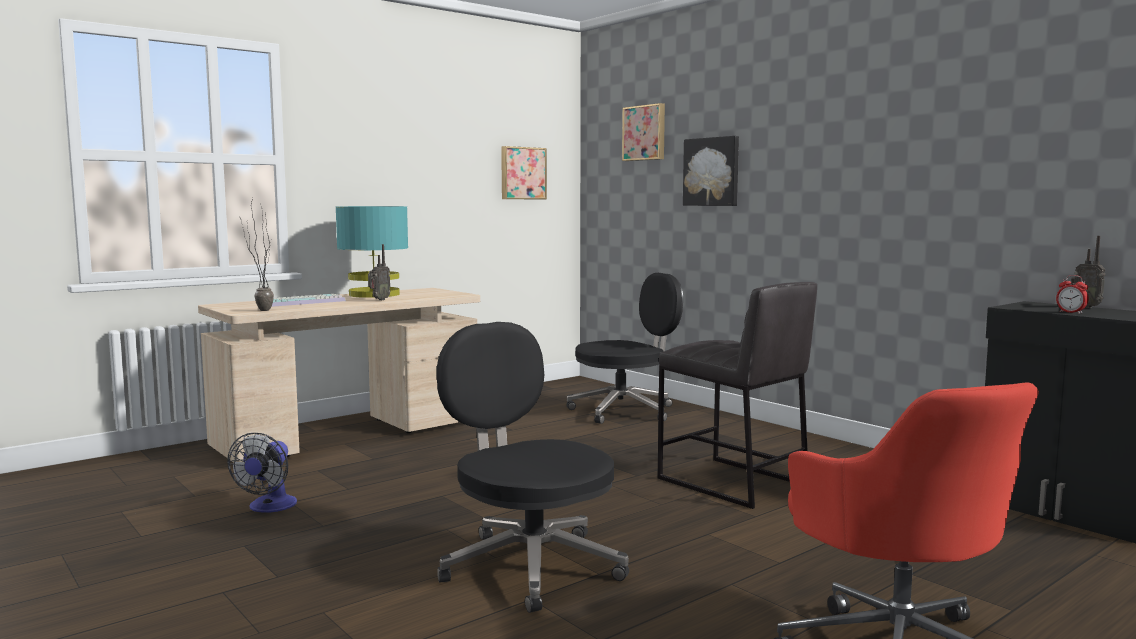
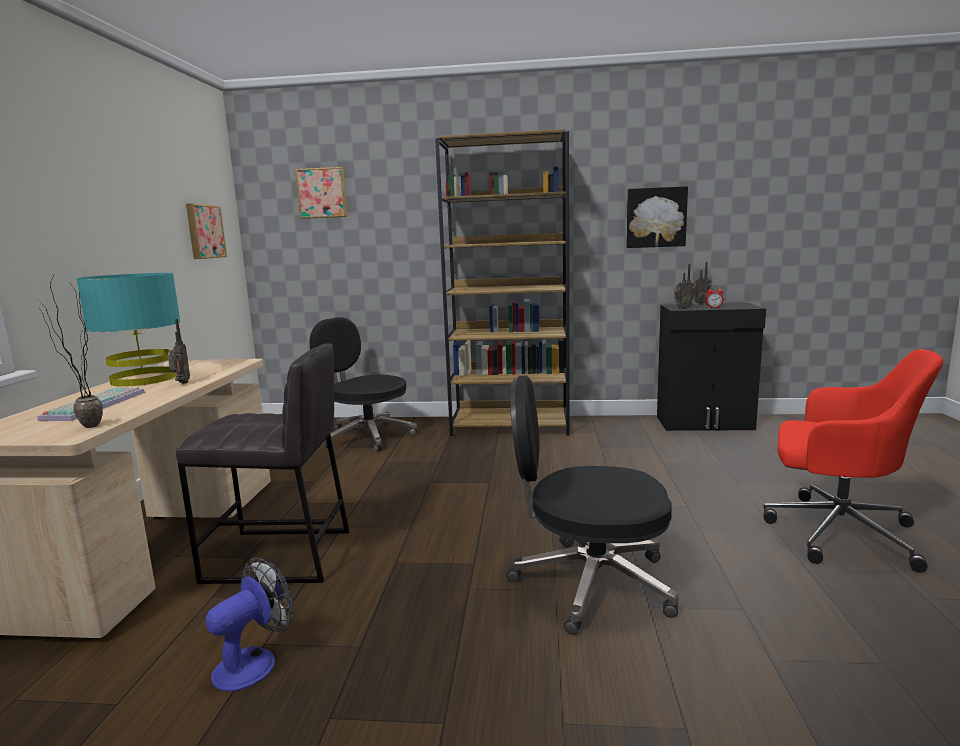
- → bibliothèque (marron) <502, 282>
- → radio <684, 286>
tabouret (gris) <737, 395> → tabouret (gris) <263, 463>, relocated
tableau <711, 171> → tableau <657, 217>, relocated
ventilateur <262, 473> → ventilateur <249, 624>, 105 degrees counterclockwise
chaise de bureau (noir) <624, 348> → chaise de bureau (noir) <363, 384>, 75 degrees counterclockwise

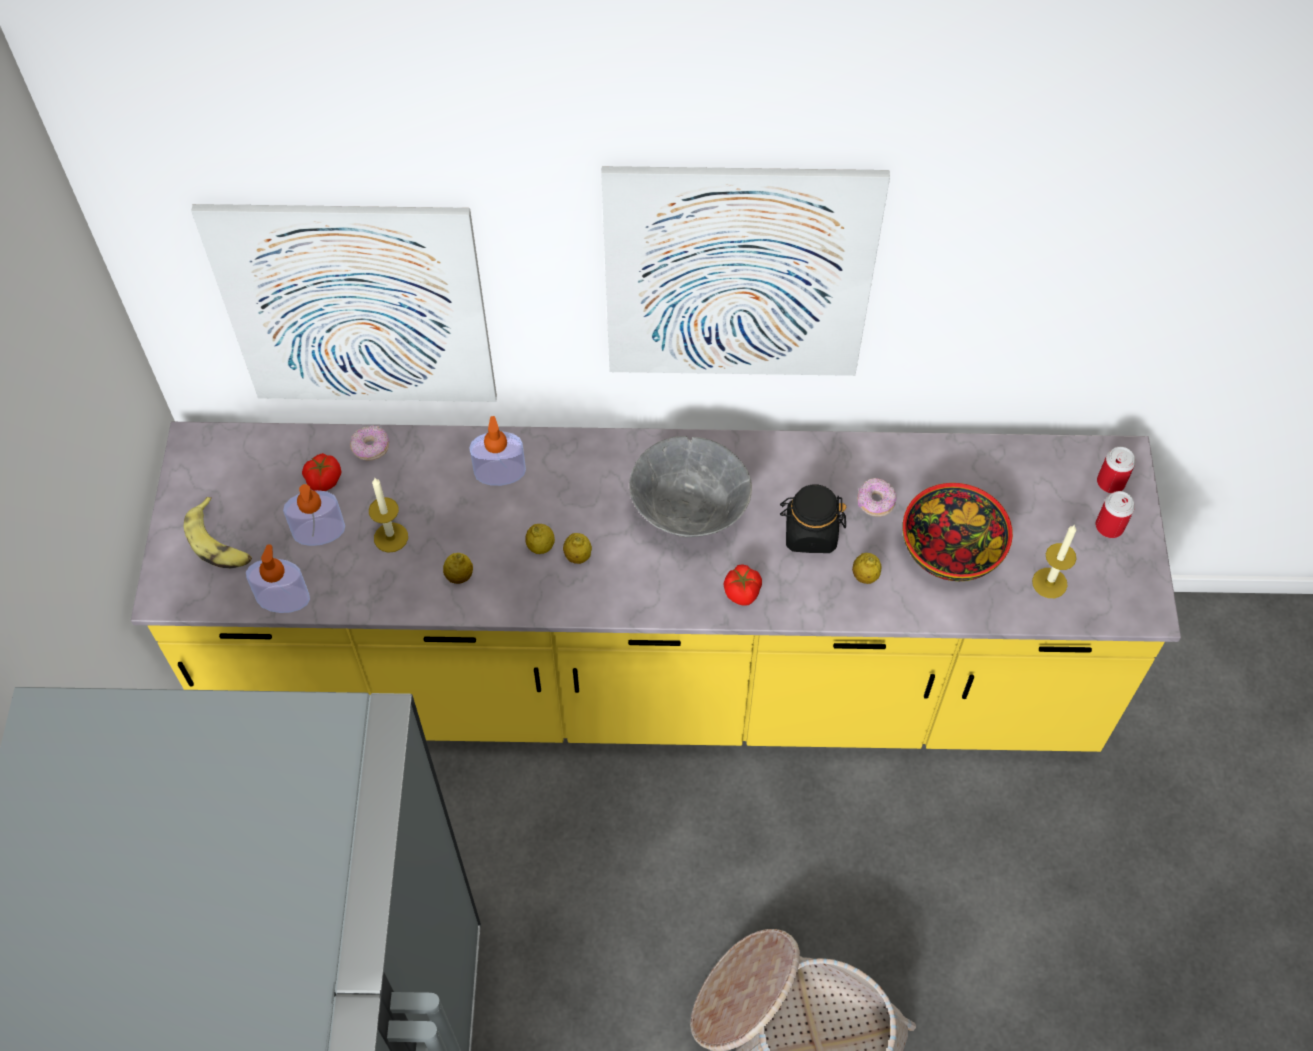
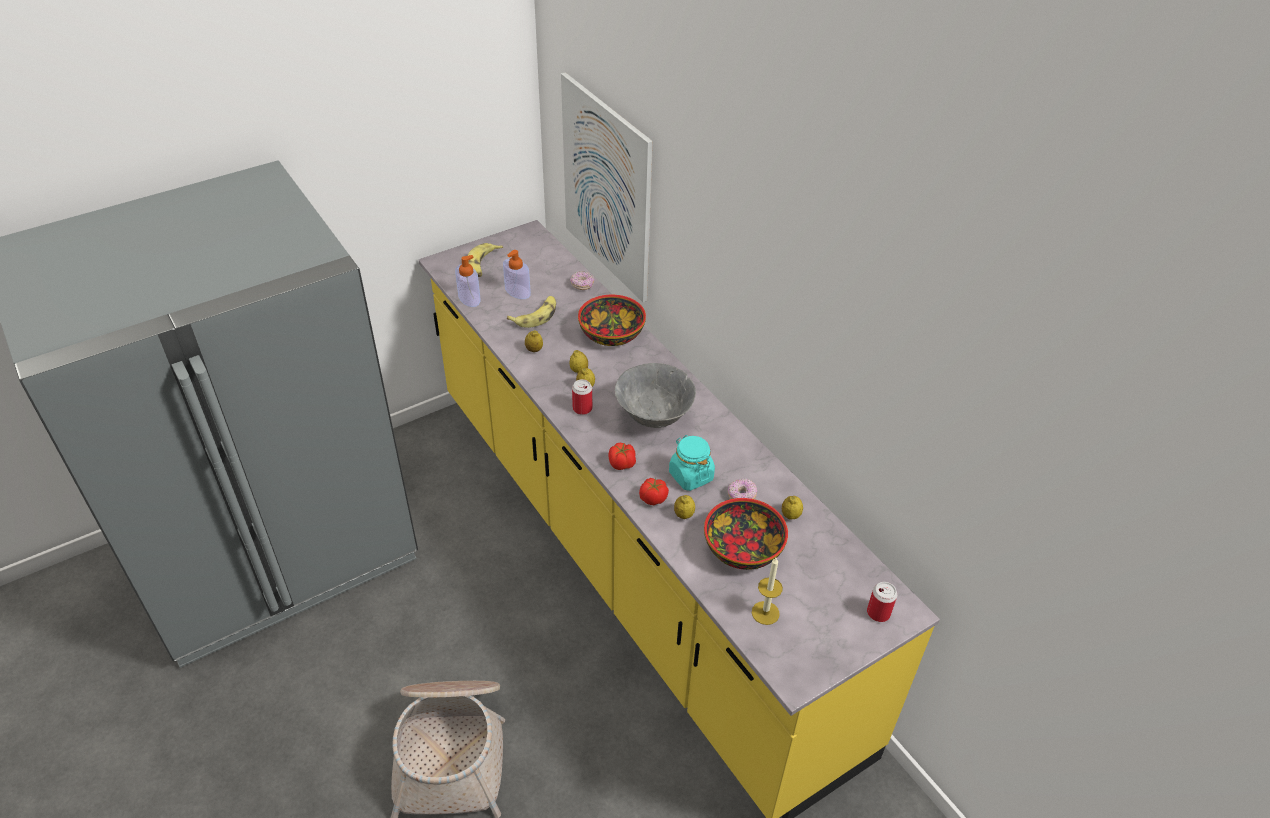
tableau <745, 271> → -
- → citron <792, 508>
tomate <322, 472> → tomate <654, 491>, relocated
boîte métallique <1115, 514> → boîte métallique <582, 397>, relocated
bougie <388, 515> → banane <531, 312>
distributeur de savon <497, 451> → bol <612, 320>
bocal (noir) <813, 518> → bocal (turquoise) <692, 463>

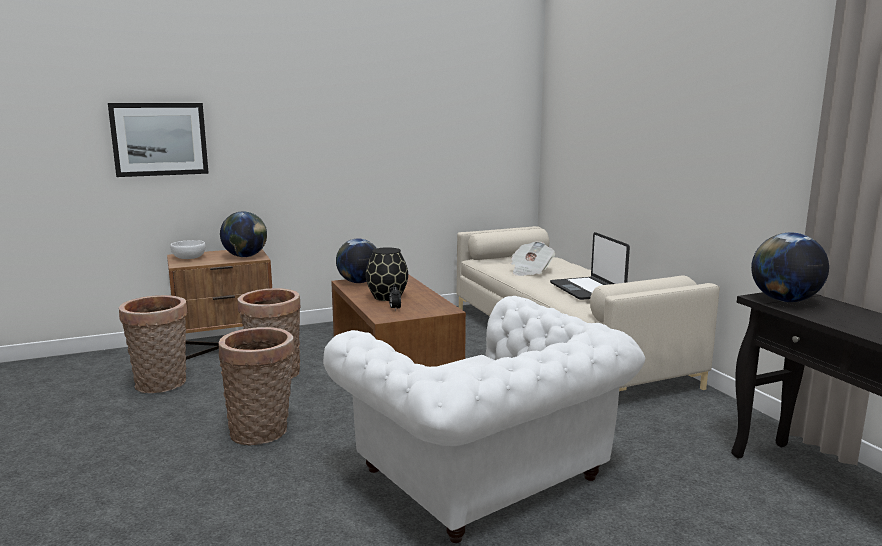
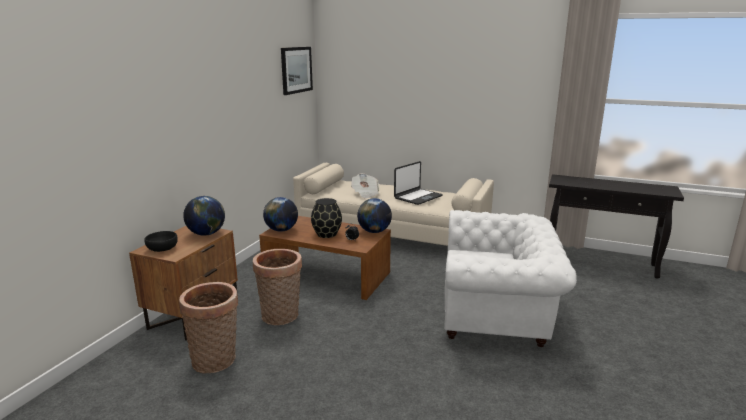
panier <257, 386> → -
tableau <158, 140> → tableau <297, 71>, relocated
globe <790, 267> → globe <374, 215>, relocated
bol (blanc) <188, 249> → bol (noir) <161, 241>
ordinateur portable <590, 266> → ordinateur portable <418, 183>, 75 degrees counterclockwise

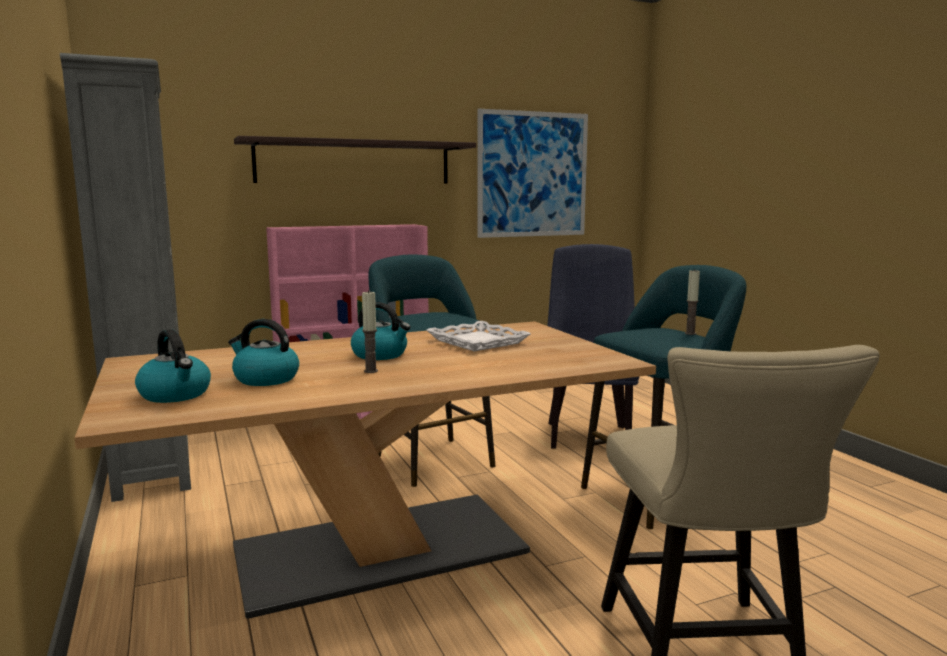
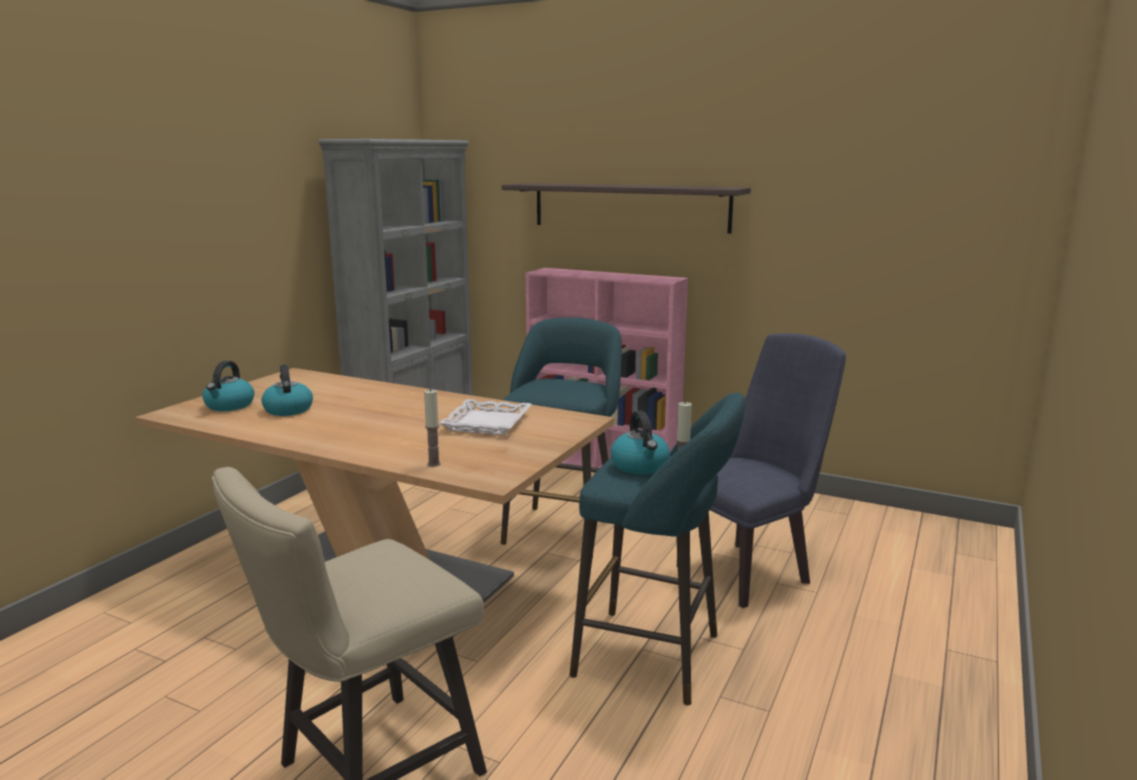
tableau <532, 173> → -
bouilloire <381, 331> → bouilloire <640, 442>, relocated
bougie <370, 331> → bougie <432, 428>, relocated

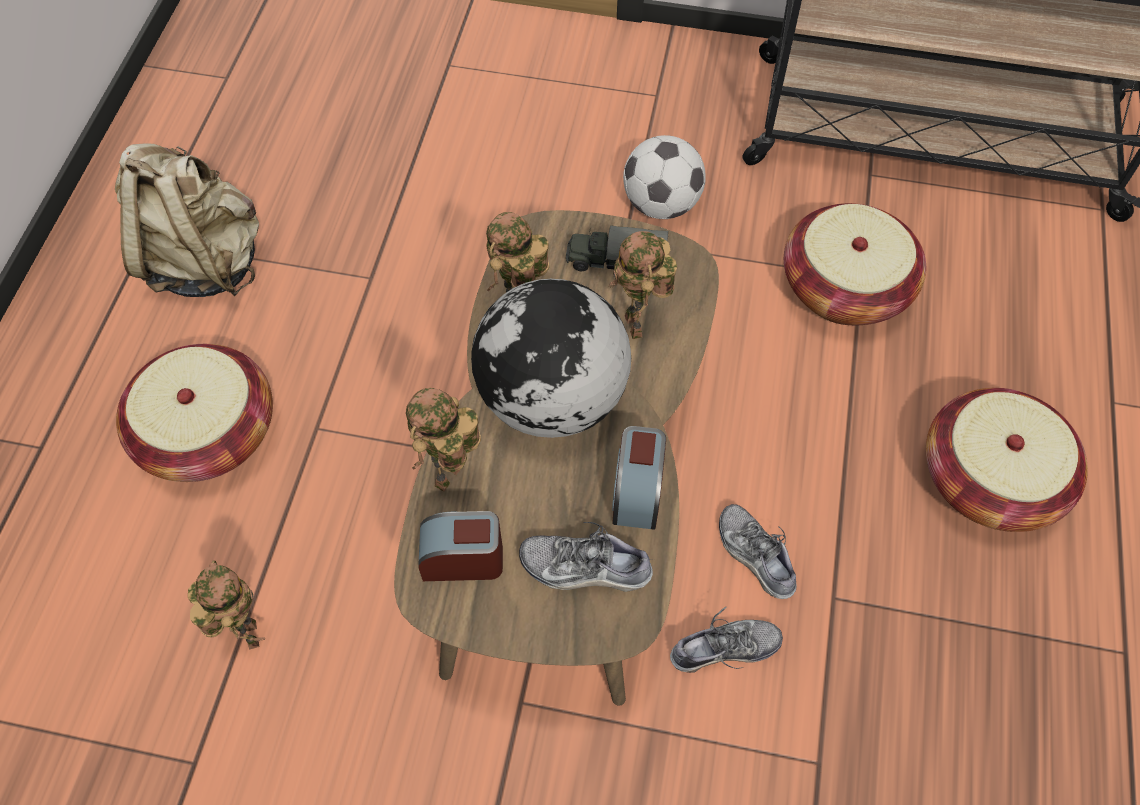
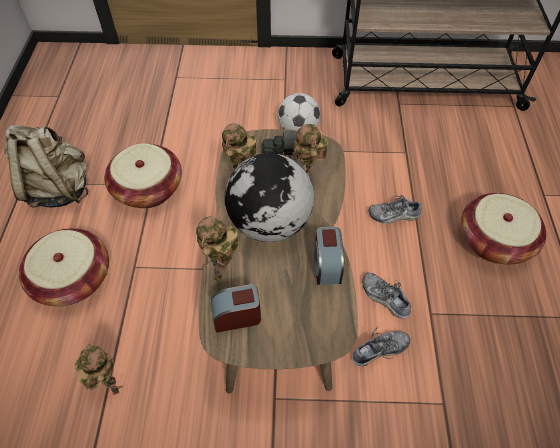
chaussure <586, 557> → chaussure <395, 209>, relocated
panier <855, 264> → panier <143, 175>, relocated

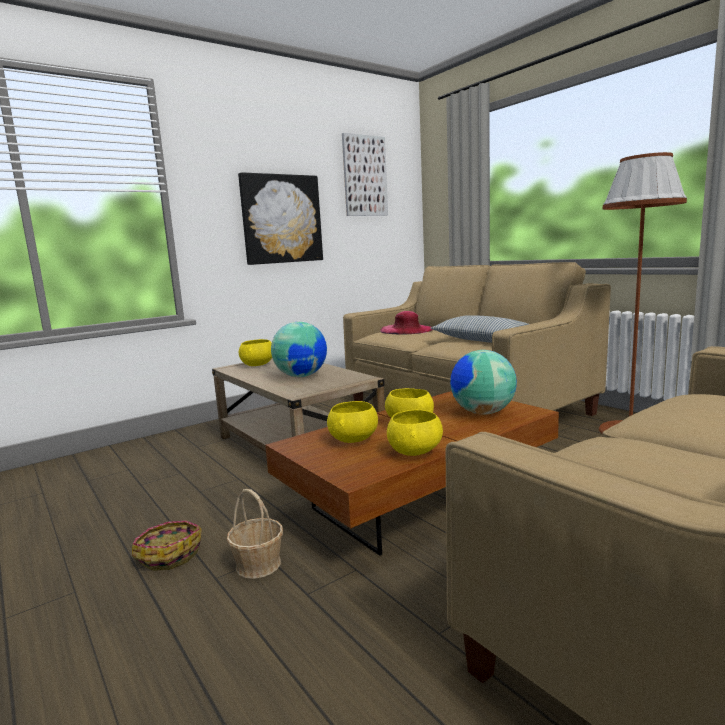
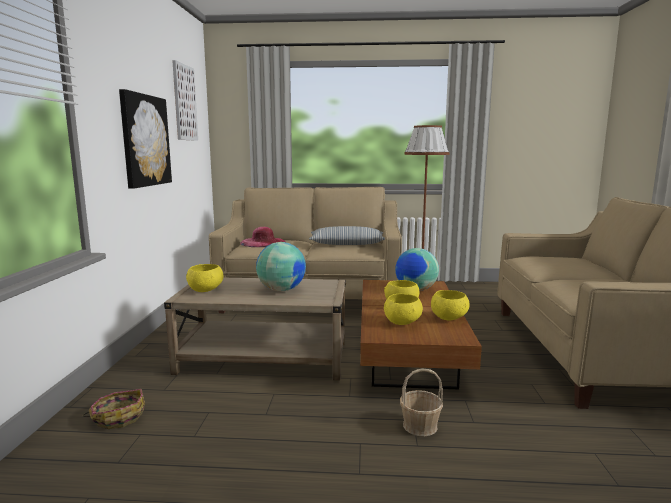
panier <167, 546> → panier <114, 409>, relocated

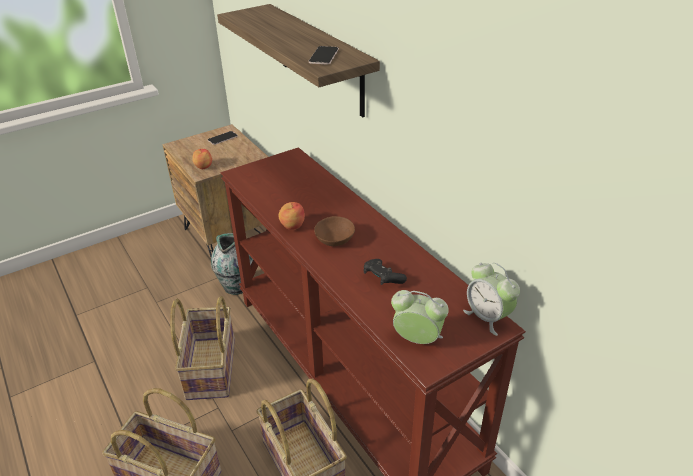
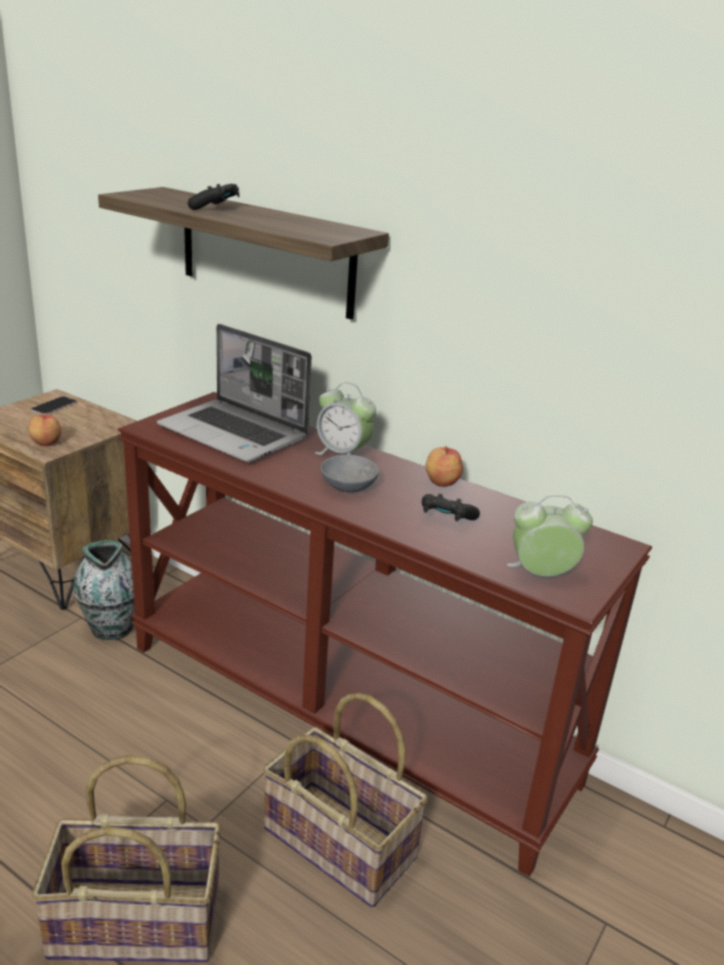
panier <202, 348> → -
téléphone <324, 55> → -
- → ordinateur portable <234, 393>
- → manette (noir) <214, 197>
pomme <292, 216> → pomme <444, 466>, relocated
réveil <491, 299> → réveil <345, 418>, relocated
bol (marron) <334, 231> → bol (gris) <349, 473>

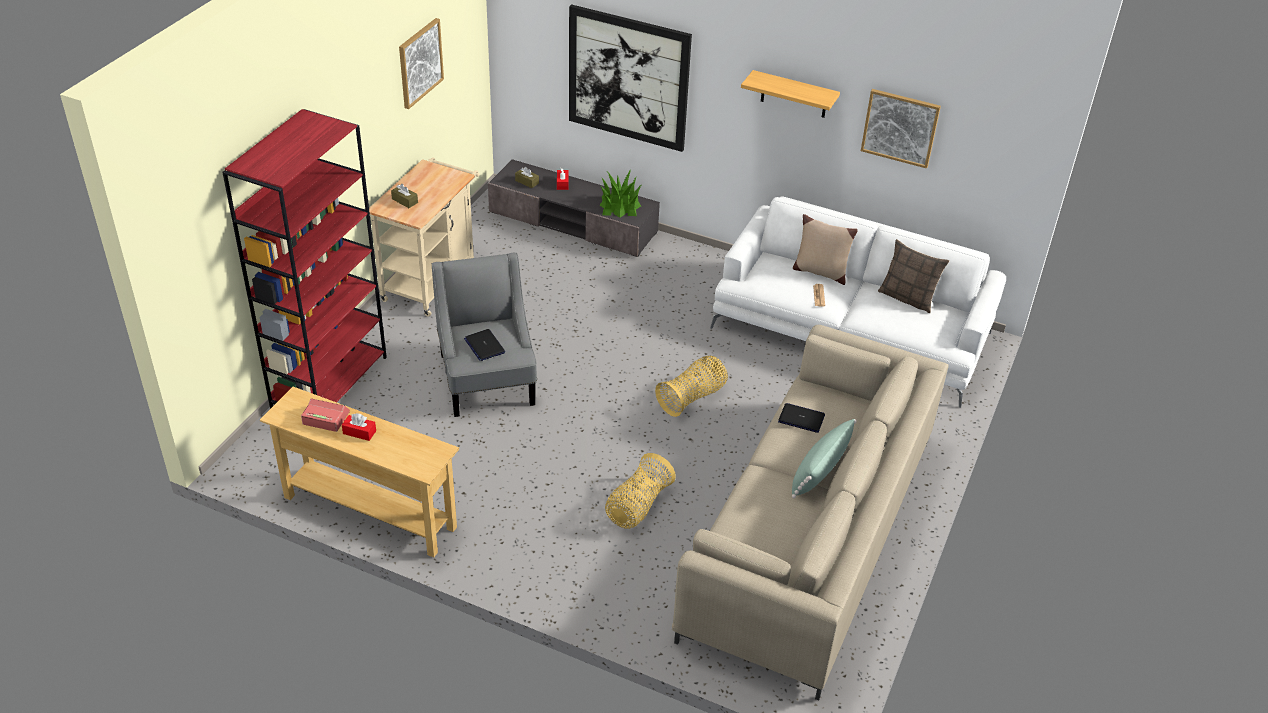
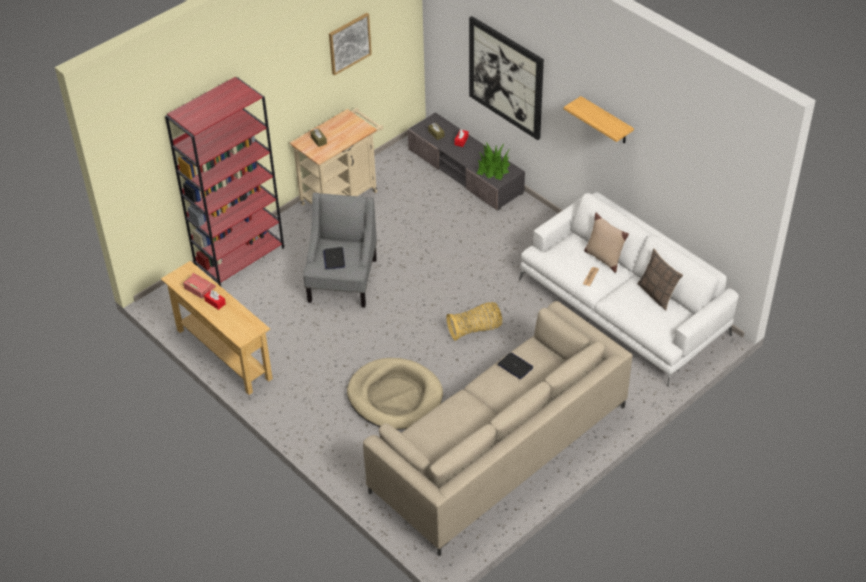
coussin (vert) <824, 458> → -
tableau <901, 129> → -
panier <640, 491> → panier pour chien (beige) <395, 394>

